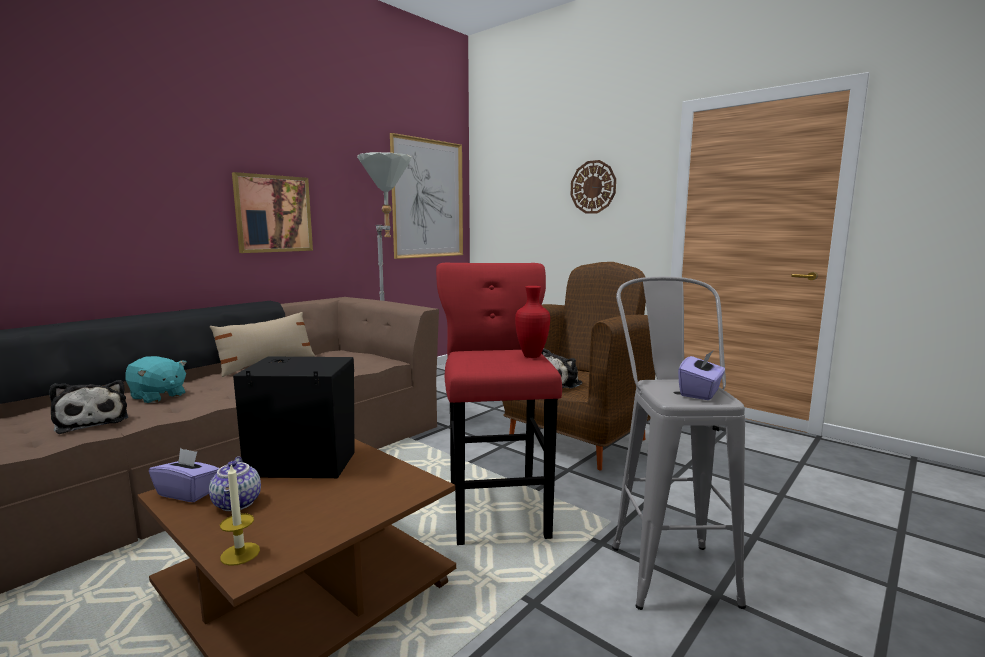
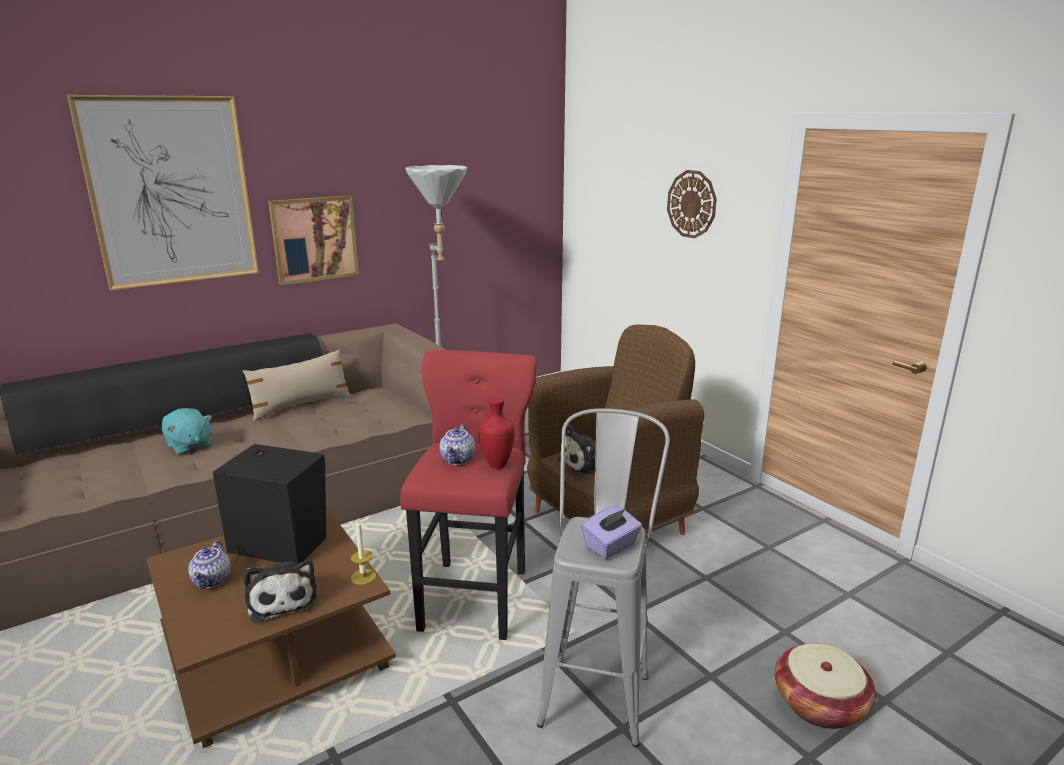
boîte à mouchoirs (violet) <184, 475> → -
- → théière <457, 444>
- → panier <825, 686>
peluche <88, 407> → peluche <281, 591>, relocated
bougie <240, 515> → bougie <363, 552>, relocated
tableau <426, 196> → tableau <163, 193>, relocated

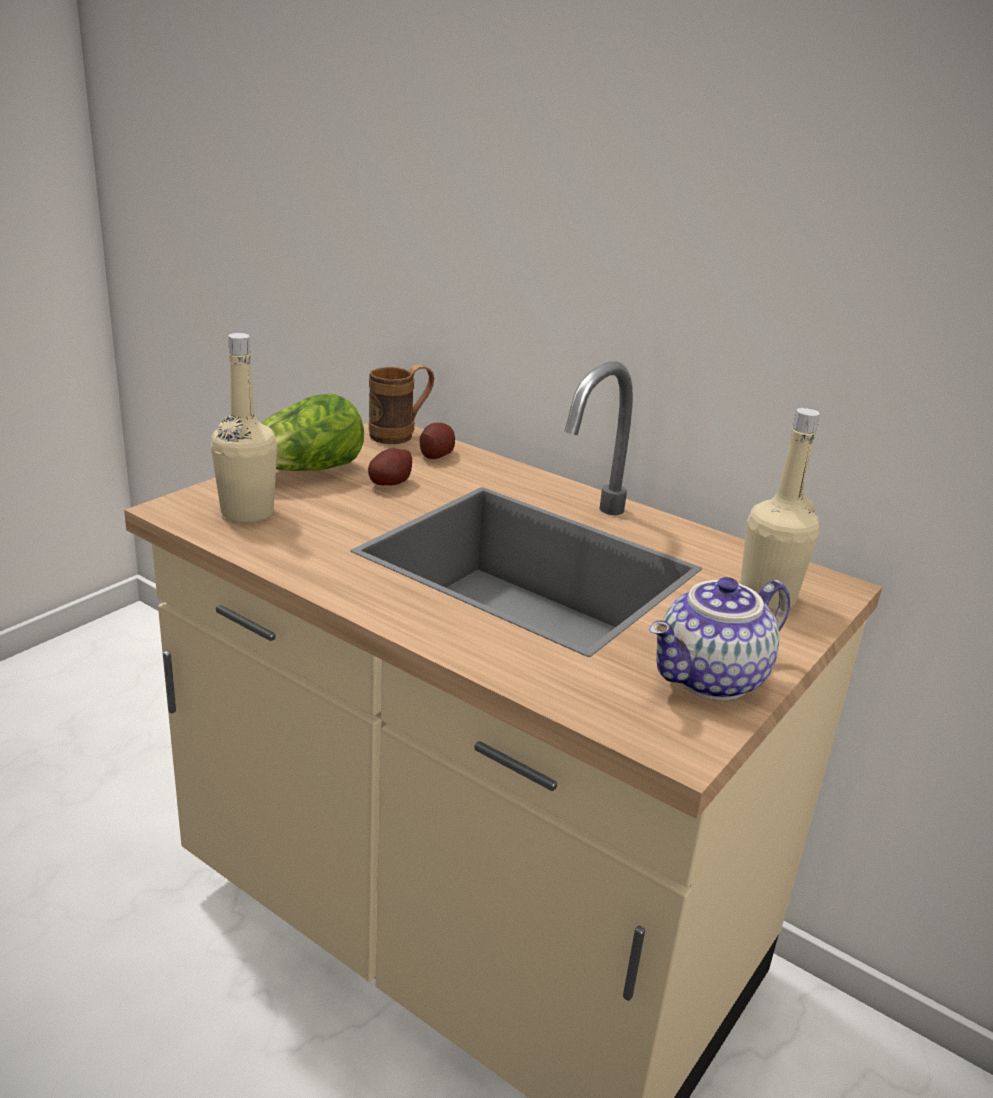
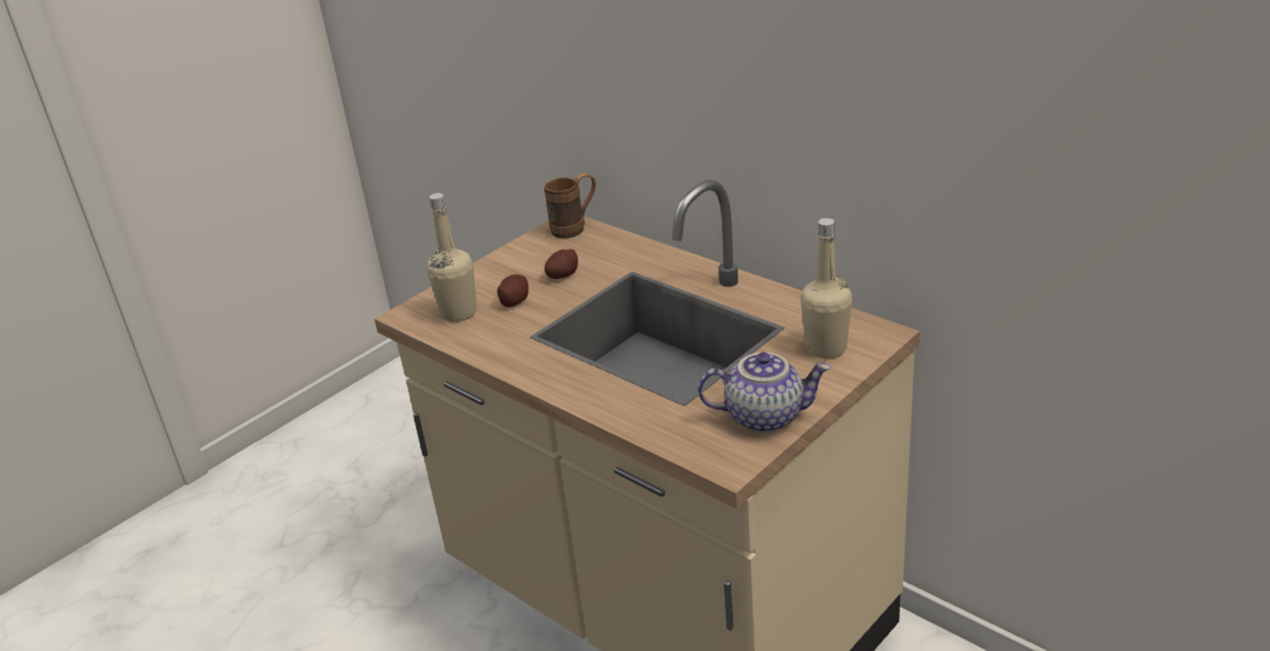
laitue <312, 432> → -
pomme de terre <437, 441> → pomme de terre <513, 290>, relocated
théière <719, 638> → théière <764, 392>, 150 degrees counterclockwise

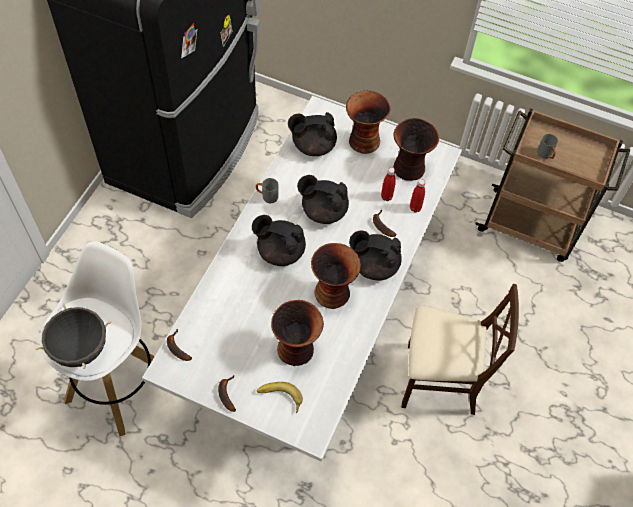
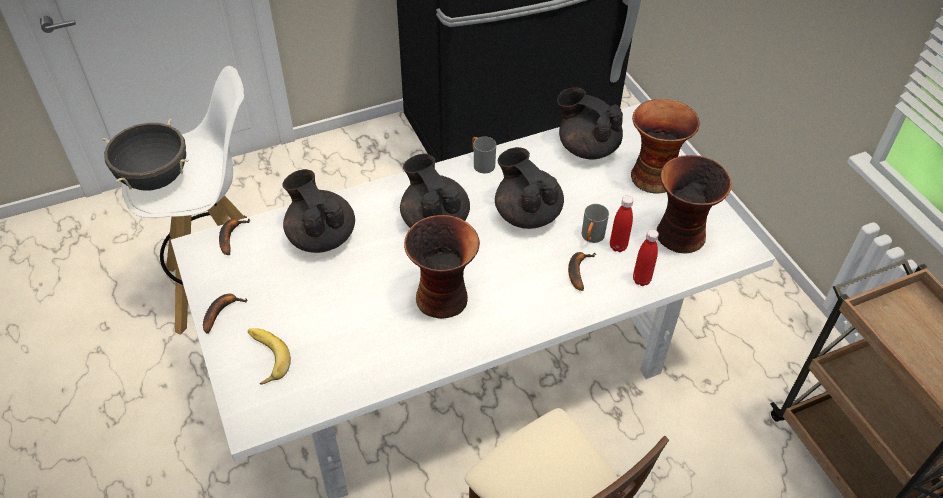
vase <297, 333> → -
théière (noir) <375, 255> → théière (noir) <318, 211>, relocated
mug (gris) <547, 146> → mug (gris) <595, 223>, relocated

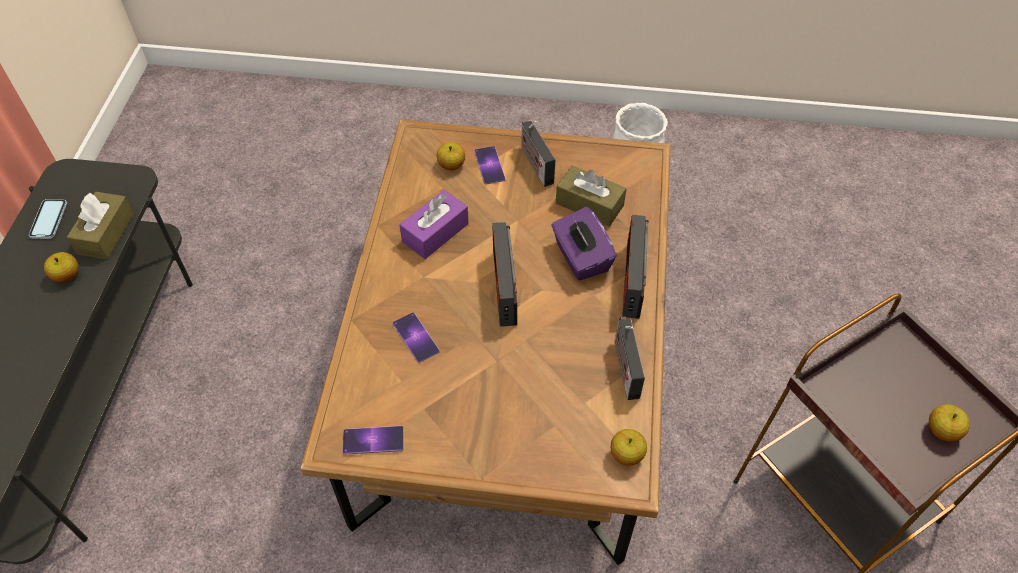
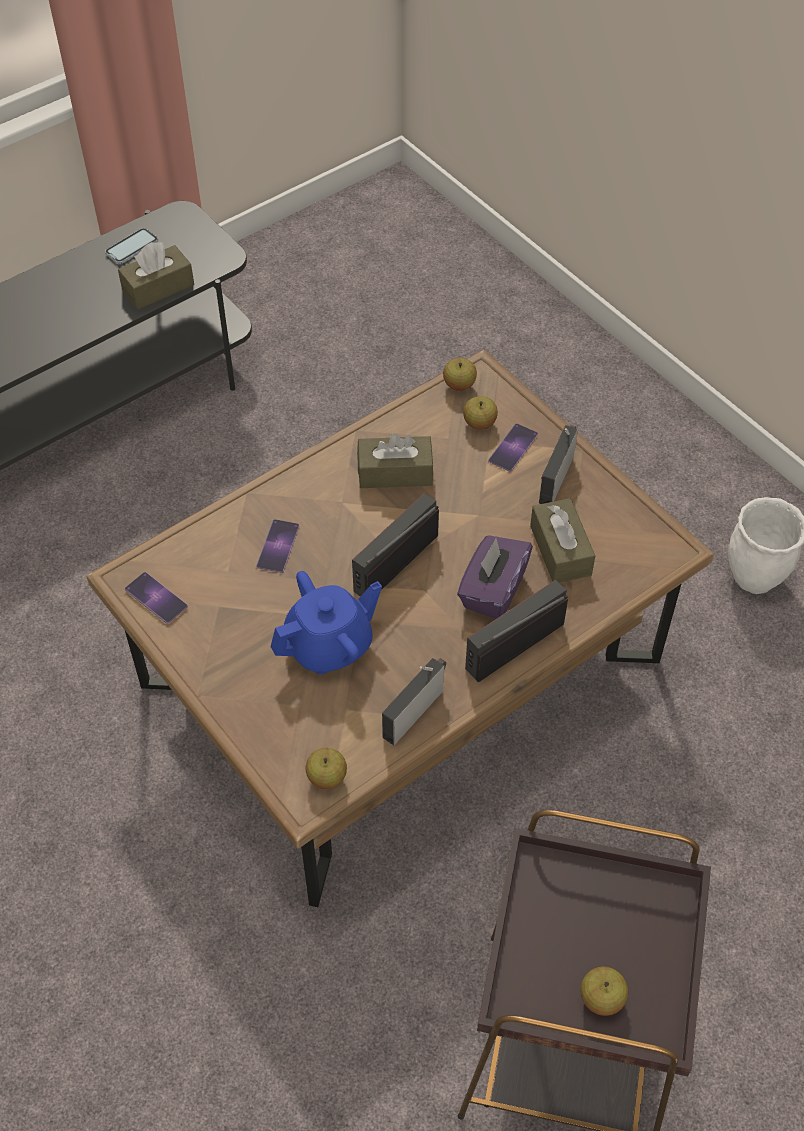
- → théière (bleu) <326, 622>
pomme <61, 267> → pomme <460, 374>, relocated
boîte à mouchoirs (violet) <434, 224> → boîte à mouchoirs (marron) <395, 460>

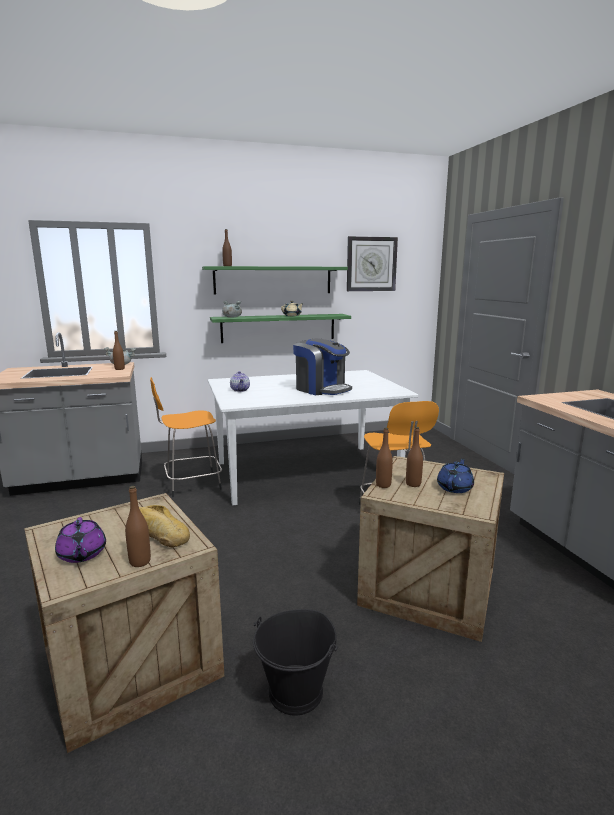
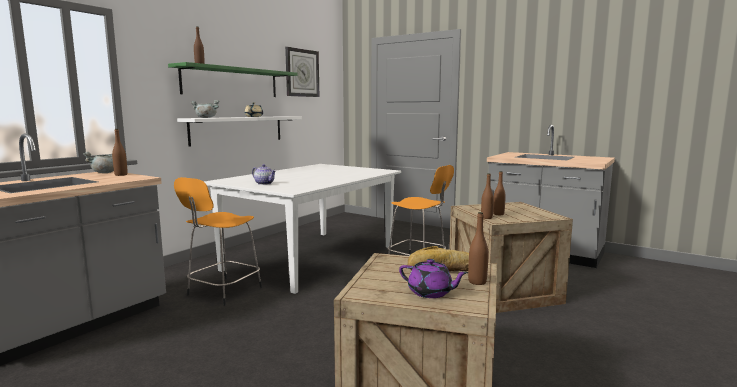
seau (noir) <295, 662> → -
machine à café <322, 366> → -
théière (bleu) <455, 475> → -
étagère (vert) <280, 328> → étagère (blanc) <239, 131>

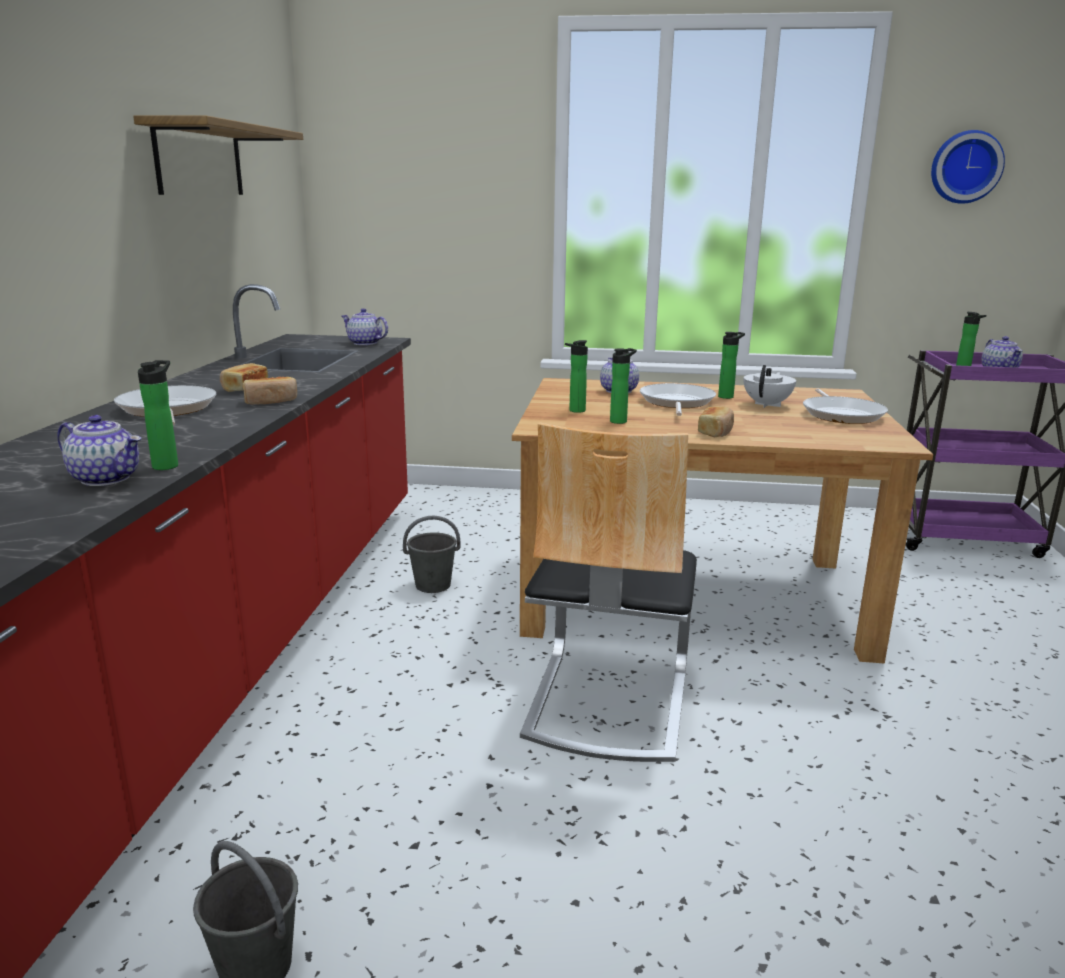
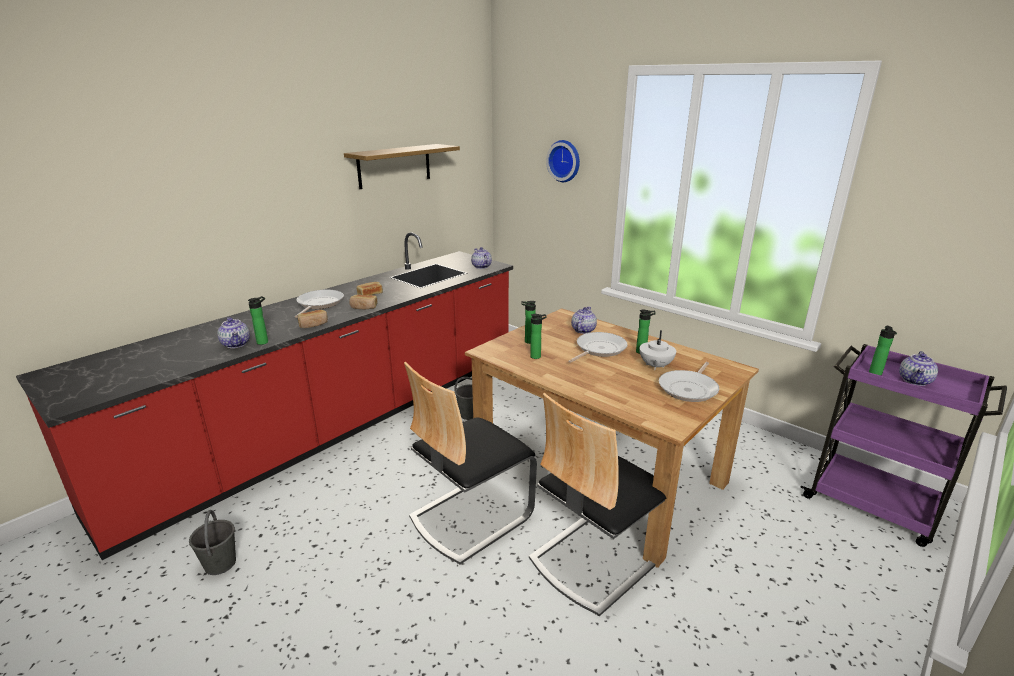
- → chaise <602, 504>
pain <716, 421> → pain <313, 319>, relocated
horloge murale <968, 167> → horloge murale <563, 161>, relocated
théière (blanc) <769, 386> → théière (blanc) <657, 350>, 135 degrees clockwise

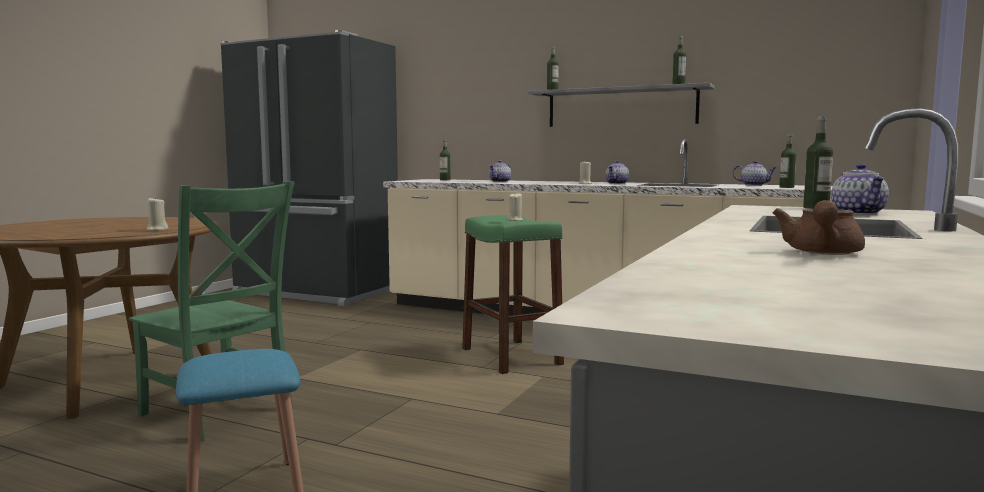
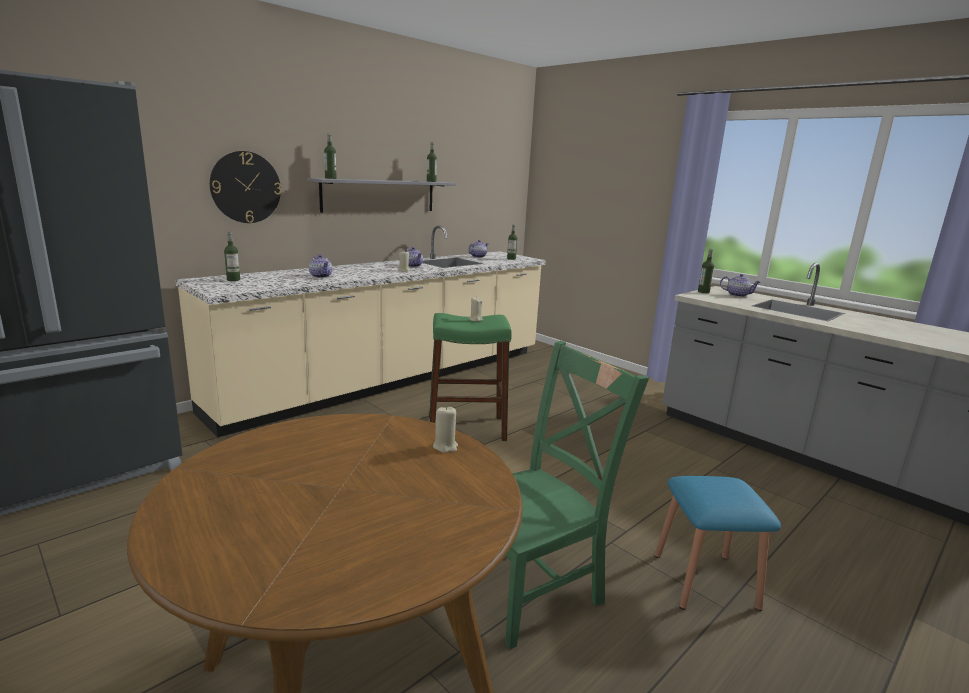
théière (marron) <818, 227> → -
- → horloge murale <245, 187>

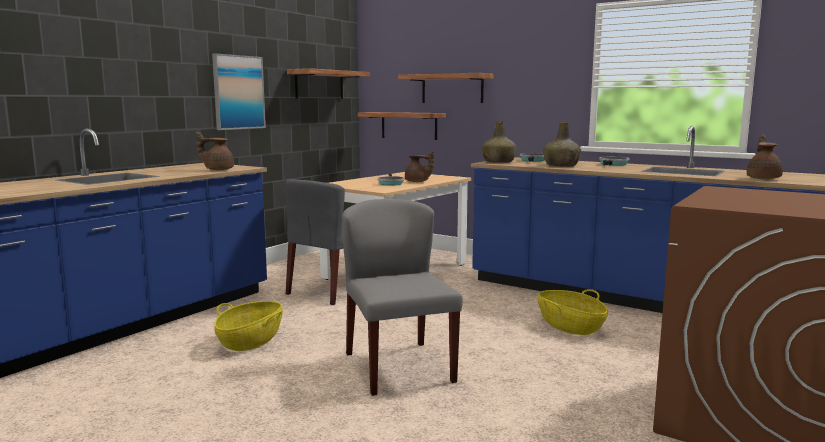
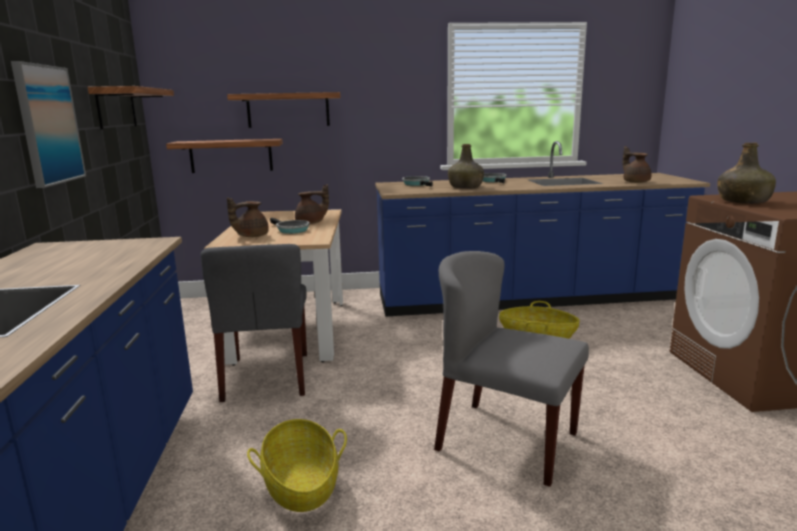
théière (marron) <215, 151> → théière (marron) <248, 217>, relocated
bouteille (vert) <499, 142> → bouteille (vert) <746, 173>, relocated

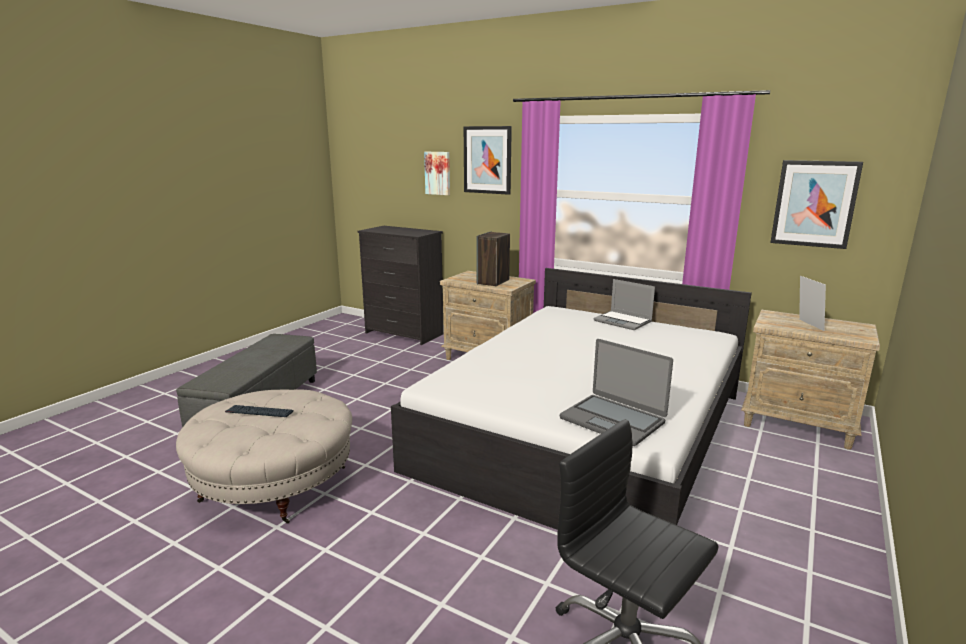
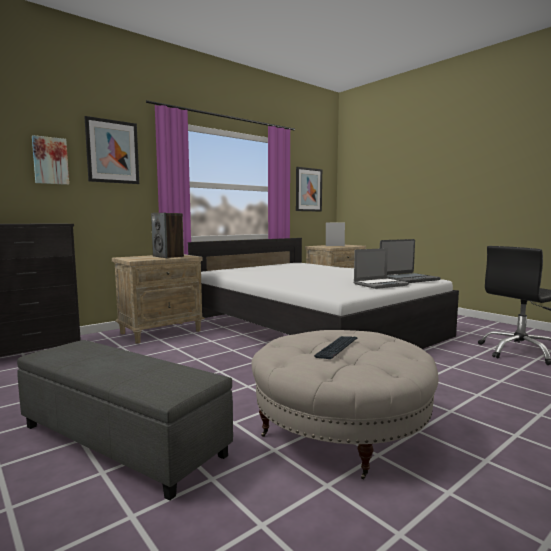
ordinateur portable <624, 304> → ordinateur portable <381, 268>, relocated

